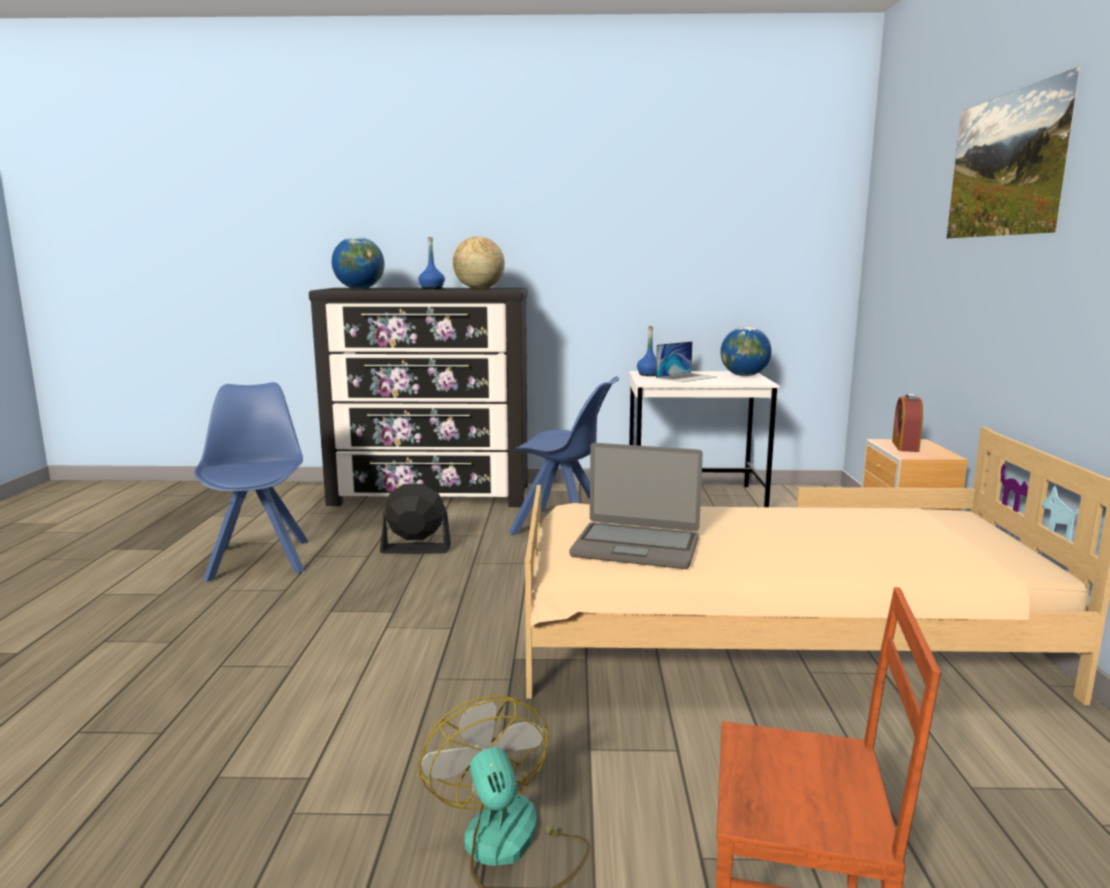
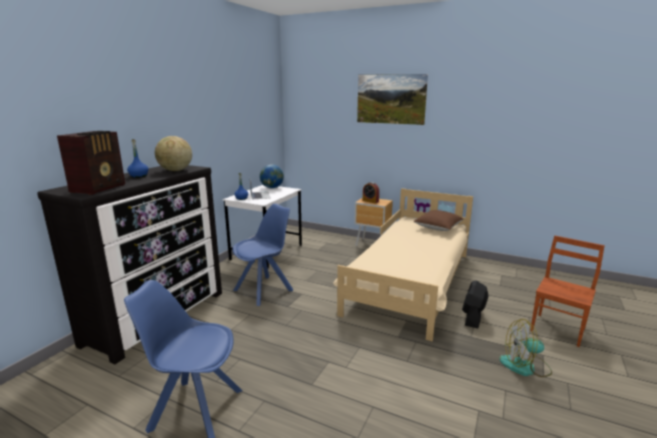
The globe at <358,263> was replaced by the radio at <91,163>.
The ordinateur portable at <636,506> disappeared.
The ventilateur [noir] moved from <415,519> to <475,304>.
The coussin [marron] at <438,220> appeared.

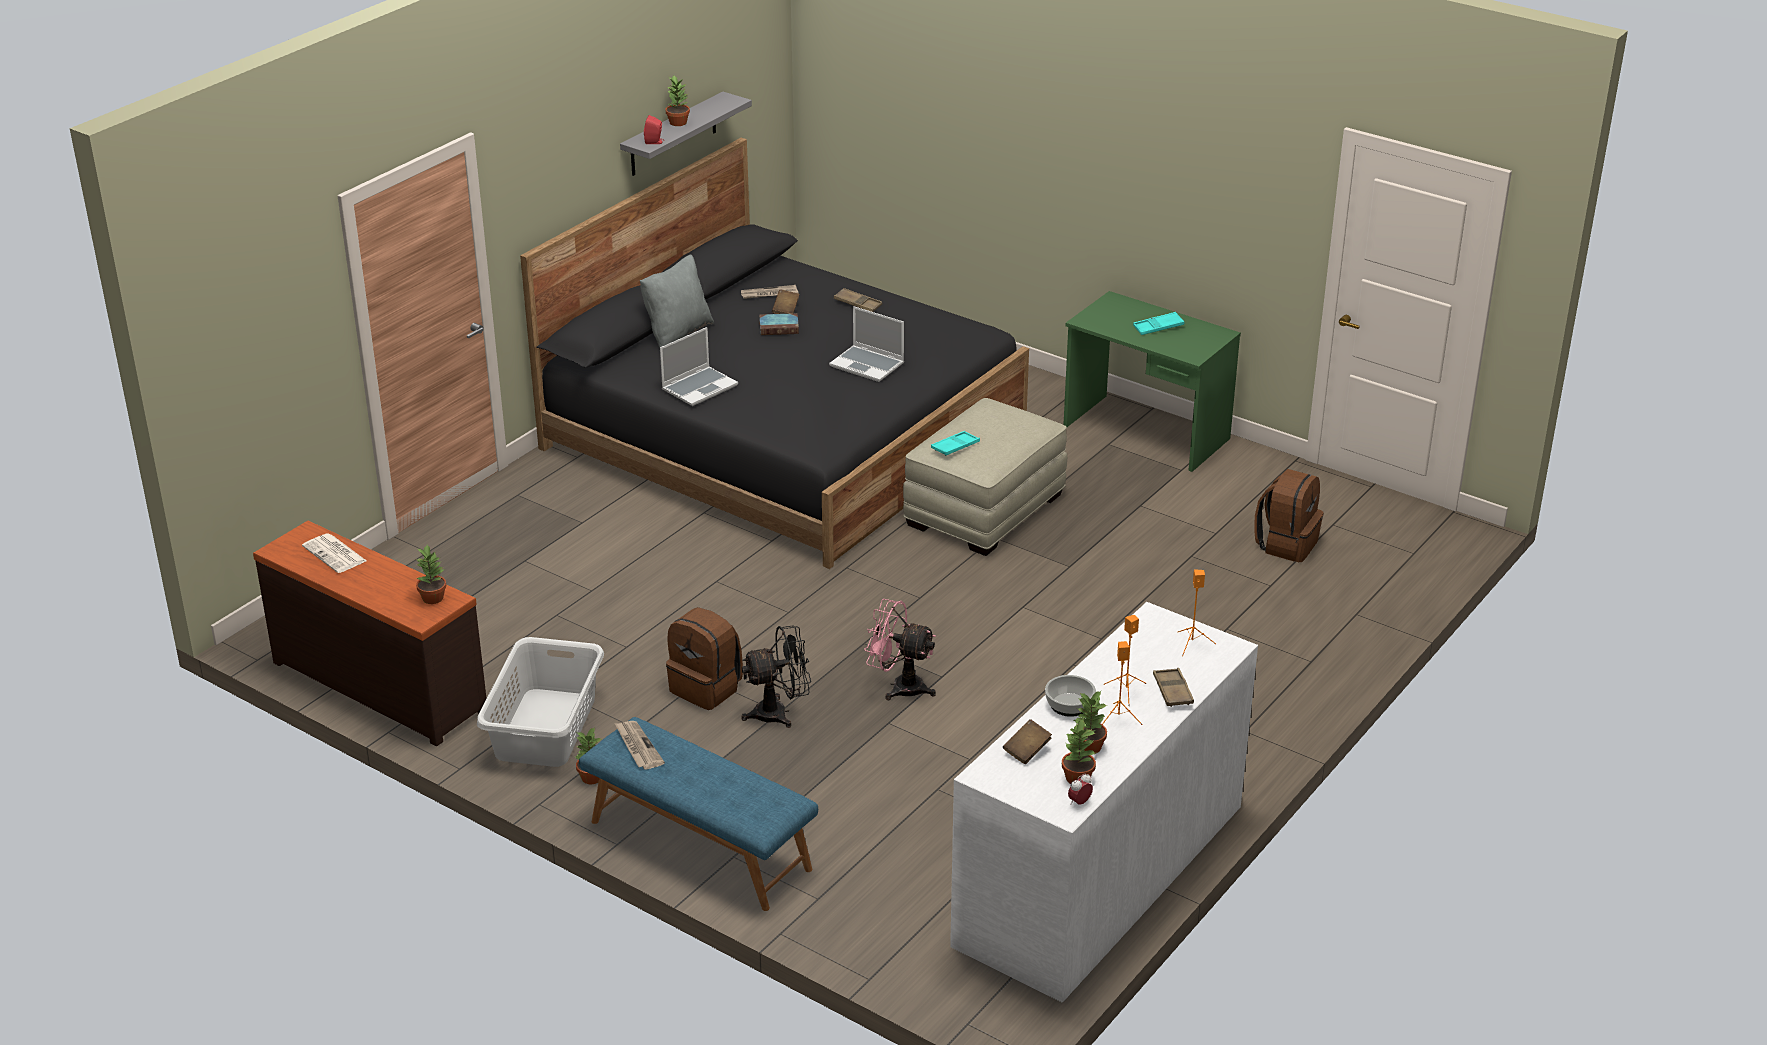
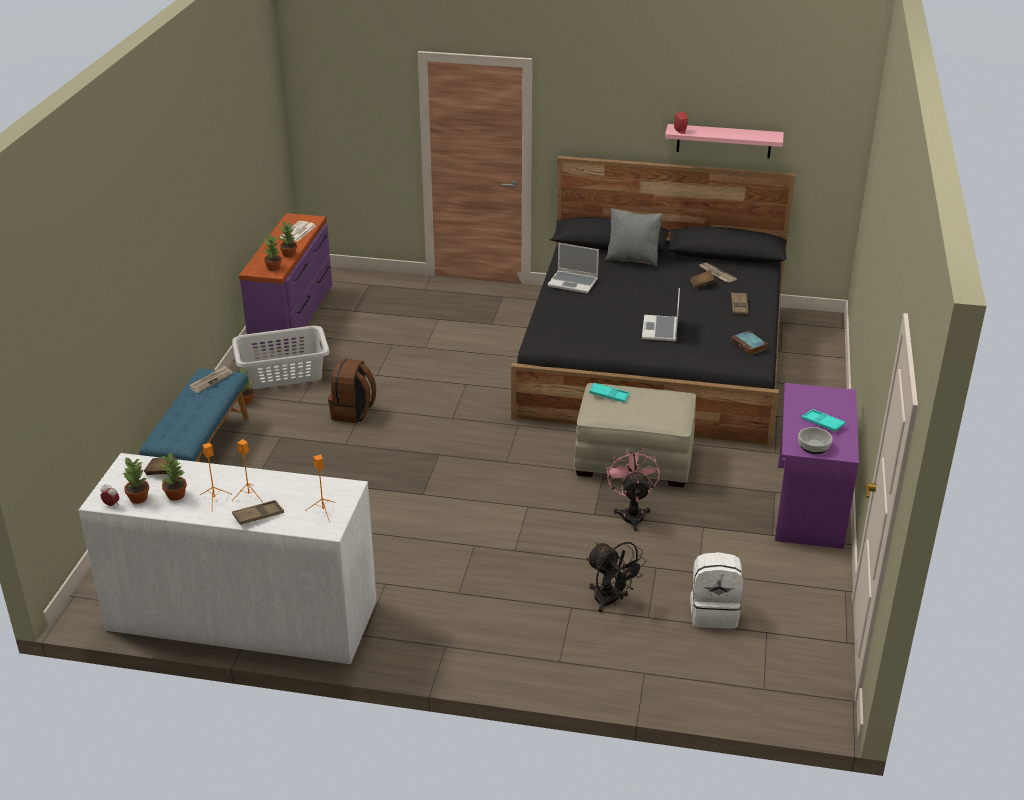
The plante en pot moved from <678,101> to <288,239>.
The étagère [gris] at <686,134> became the étagère [rose] at <724,141>.
The bureau [vert] at <1152,381> became the bureau [violet] at <817,466>.
The livre moved from <779,324> to <749,343>.
The sac à dos [marron] at <1289,515> became the sac à dos [blanc] at <716,590>.
The commode [marron] at <370,633> became the commode [violet] at <285,282>.
The ventilateur [rose] moved from <900,649> to <633,490>.
The ventilateur [noir] moved from <776,676> to <615,577>.
The bol moved from <1070,696> to <815,440>.

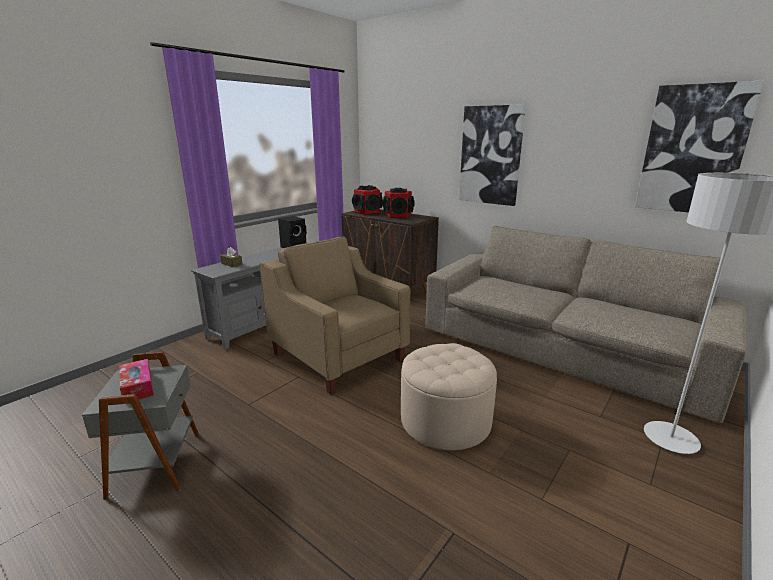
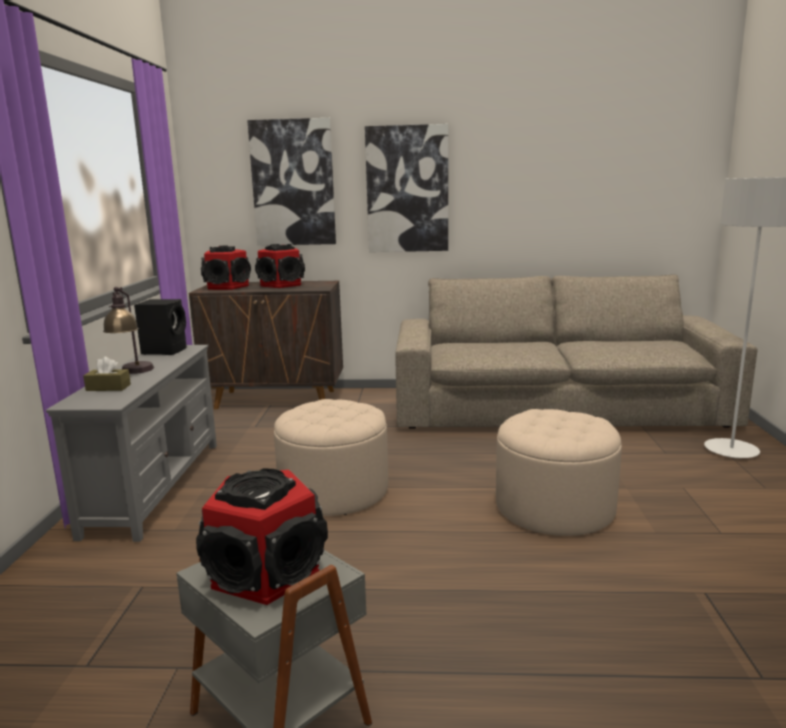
The tableau moved from <699,146> to <291,182>.
The fauteuil [beige] at <334,316> was replaced by the pouf [beige] at <331,457>.
The boîte à mouchoirs at <136,379> was replaced by the enceinte at <262,536>.
The lampe de table at <128,330> appeared.

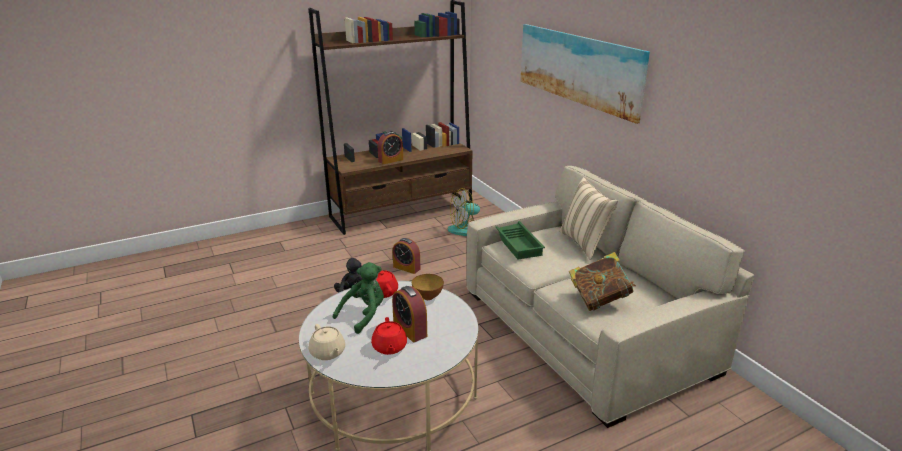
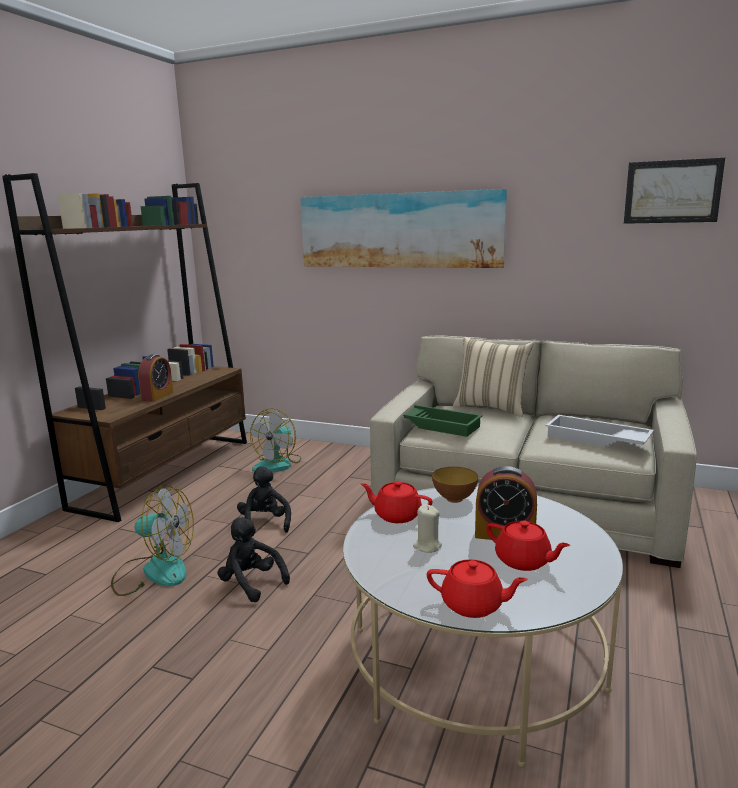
The réveil at <406,256> was replaced by the peluche [noir] at <264,502>.
The livre at <602,281> was replaced by the plateau [blanc] at <600,431>.
The peluche [vert] at <358,298> was replaced by the bougie [beige] at <427,528>.
The théière [beige] at <327,342> became the théière [rouge] at <477,588>.
The tableau at <674,191> appeared.
The ventilateur at <152,540> appeared.

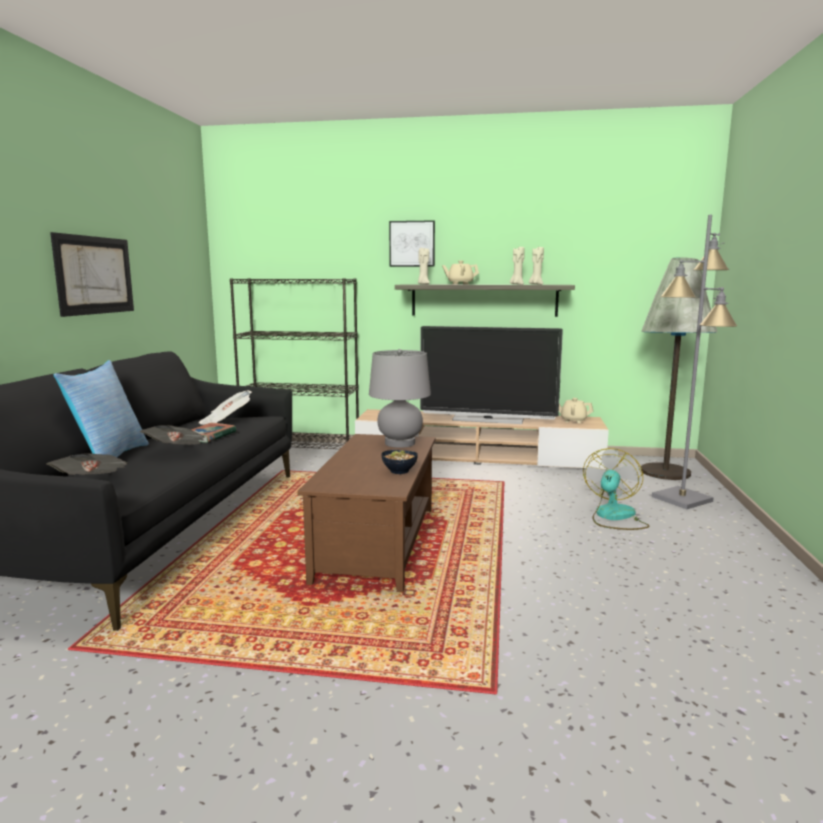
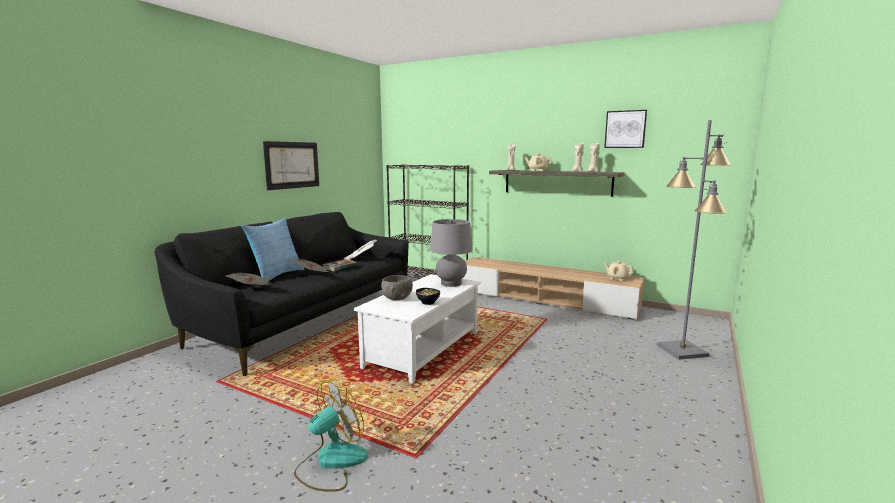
The tableau moved from <412,243> to <625,129>.
The lampadaire [gris] at <679,368> disappeared.
The téléviseur at <491,375> disappeared.
The table basse [marron] at <366,513> became the table basse [blanc] at <417,329>.
The ventilateur moved from <616,489> to <331,436>.
The bol [gris] at <397,287> appeared.

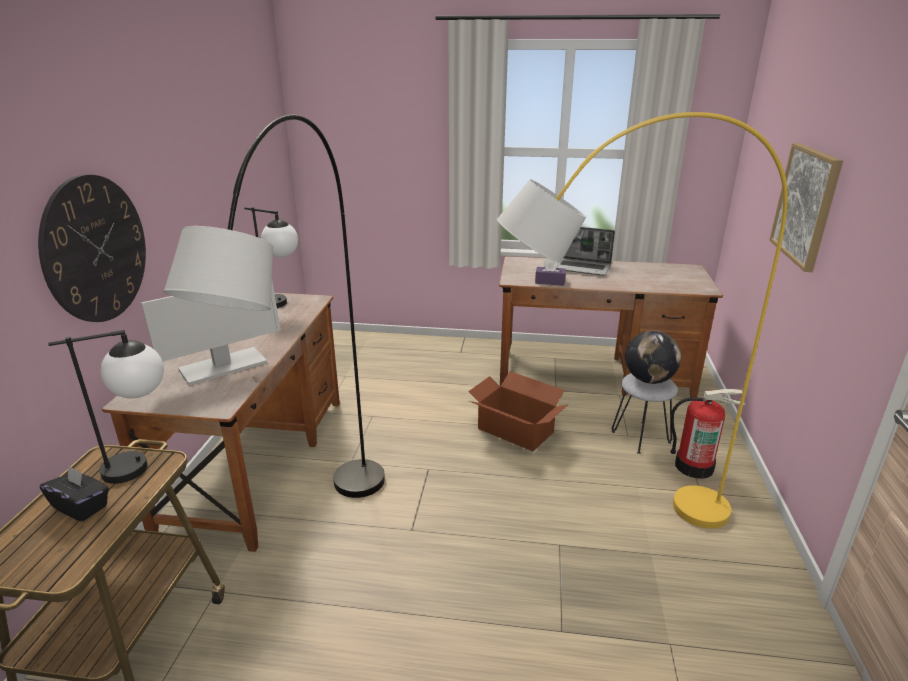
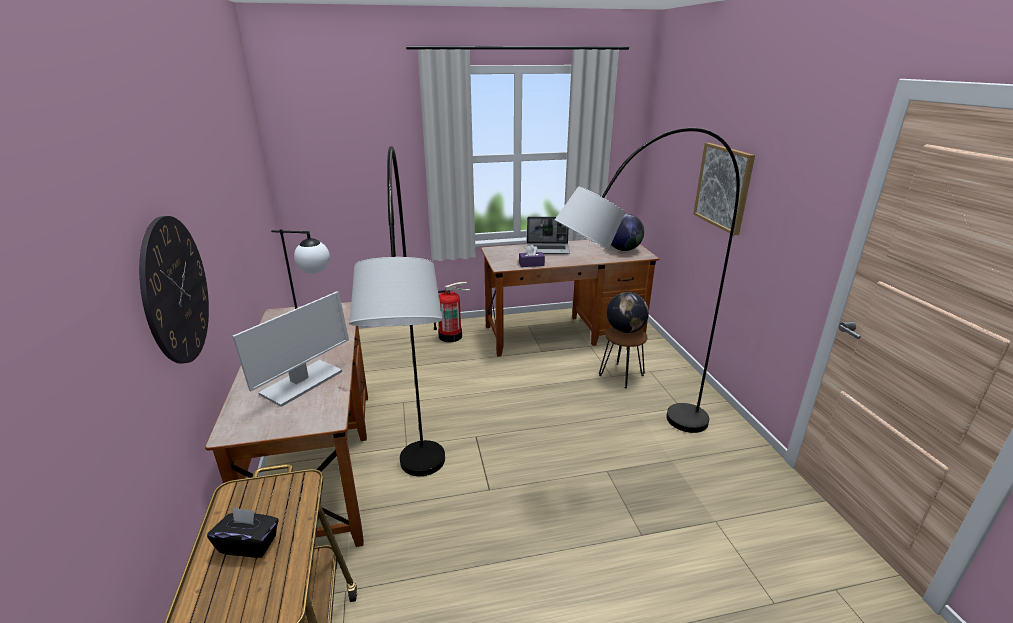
The lampadaire [jaune] at <642,320> became the lampadaire [gris] at <647,280>.
The lampe de table at <106,407> disappeared.
The carton at <518,411> disappeared.
The tabouret [gris] at <645,413> became the tabouret [marron] at <623,357>.
The extincteur moved from <707,434> to <452,312>.
The globe at <627,232> appeared.

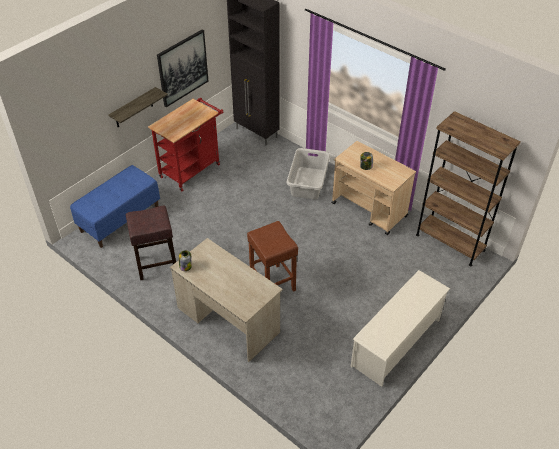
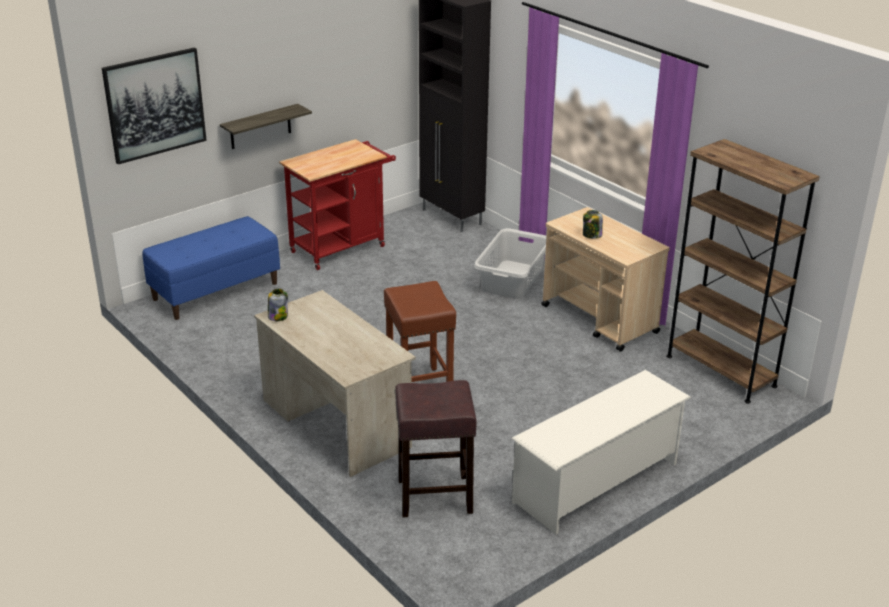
The tableau moved from <183,68> to <154,106>.
The tabouret [marron] moved from <151,243> to <436,448>.

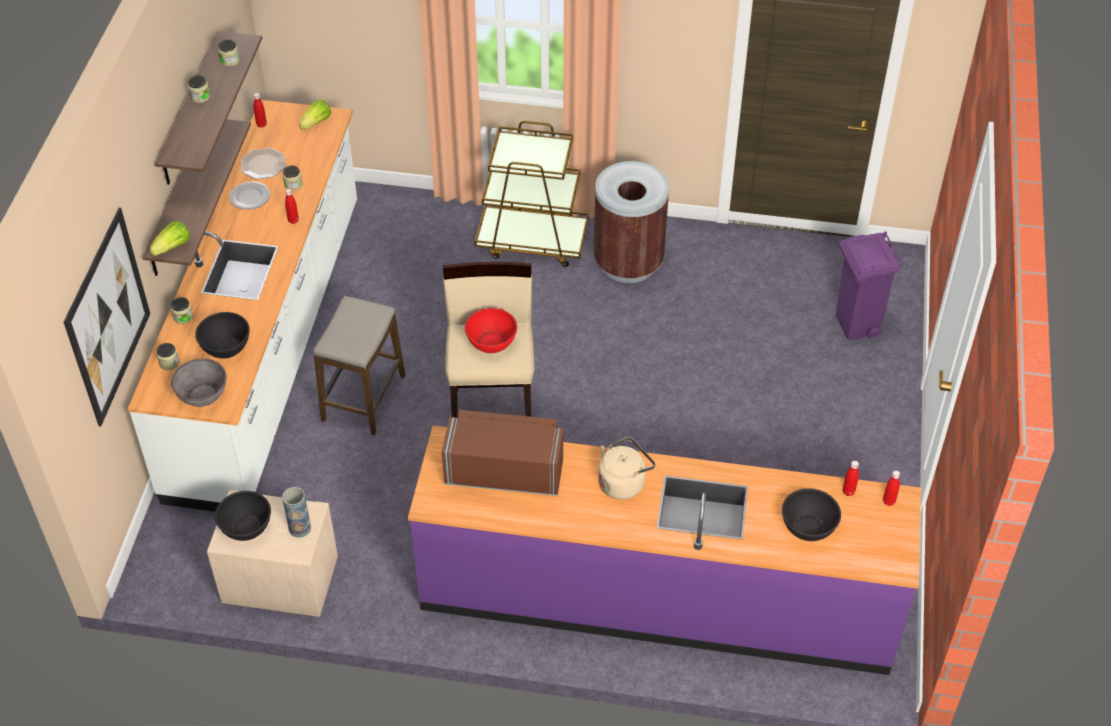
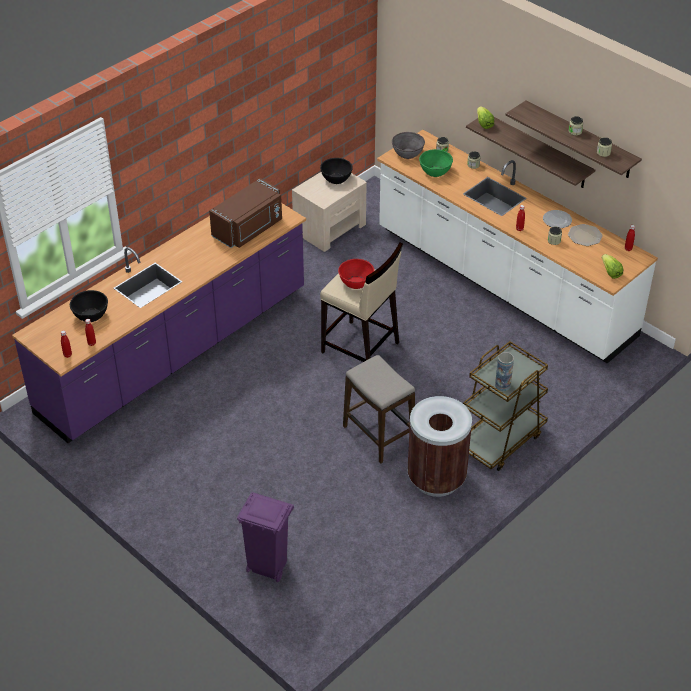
The tableau at <107,317> disappeared.
The tabouret moved from <359,366> to <379,409>.
The bol [noir] at <222,335> became the bol [vert] at <436,163>.
The bouilloire [beige] at <627,468> disappeared.
The vase moved from <296,512> to <504,371>.

